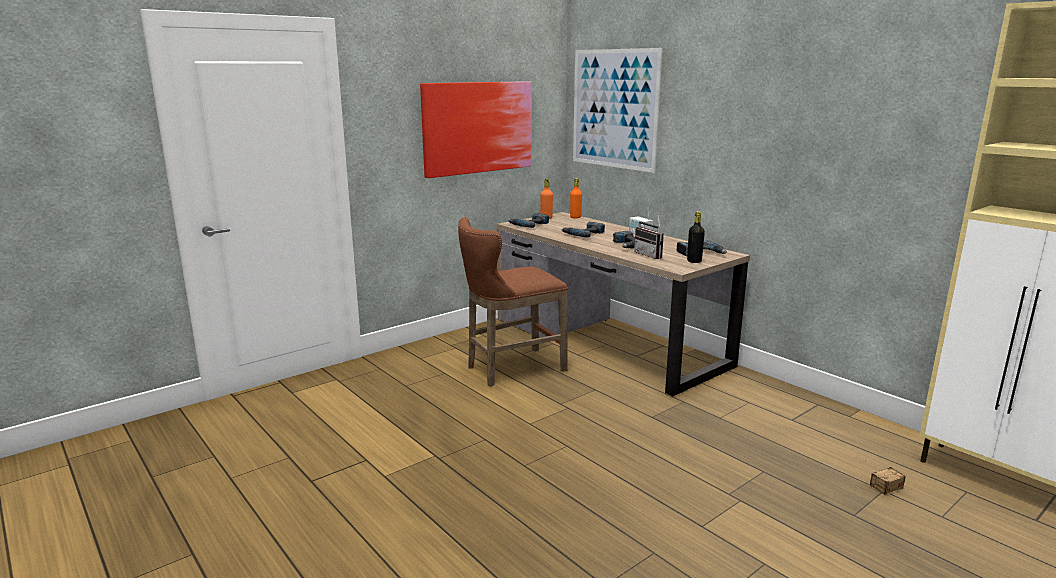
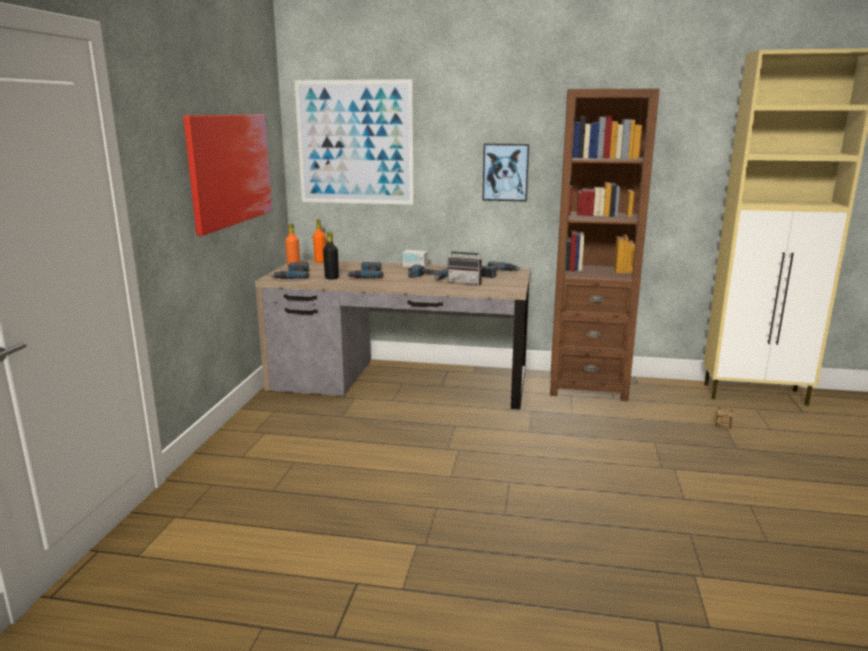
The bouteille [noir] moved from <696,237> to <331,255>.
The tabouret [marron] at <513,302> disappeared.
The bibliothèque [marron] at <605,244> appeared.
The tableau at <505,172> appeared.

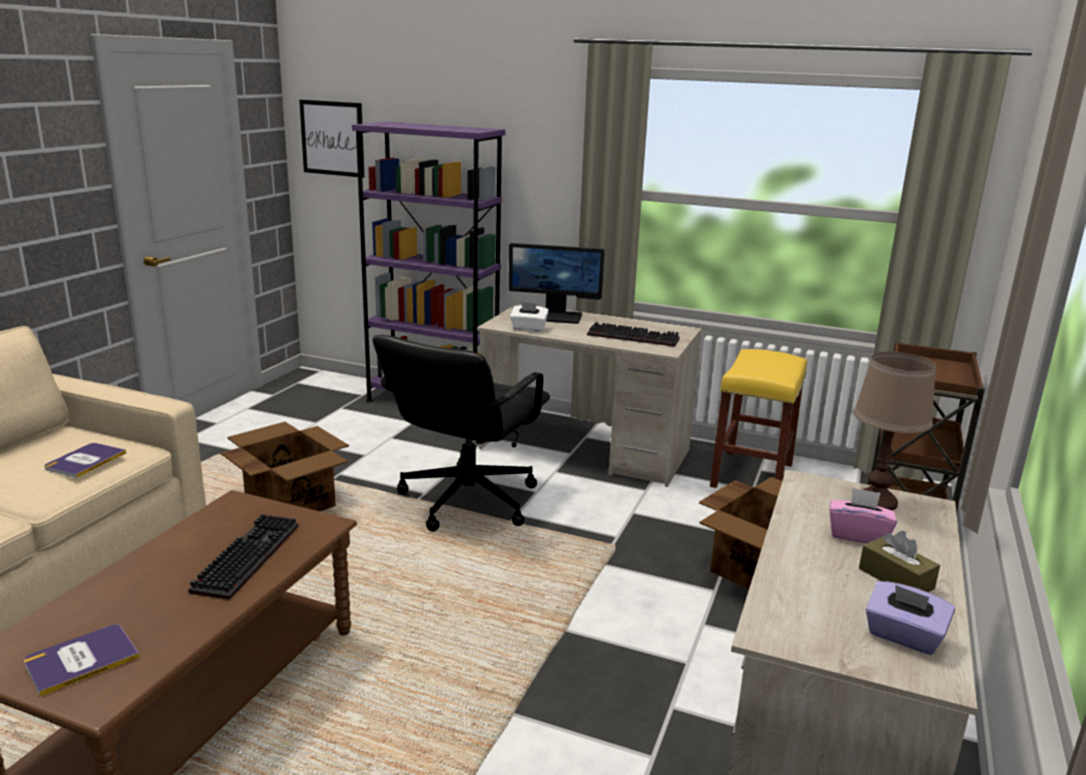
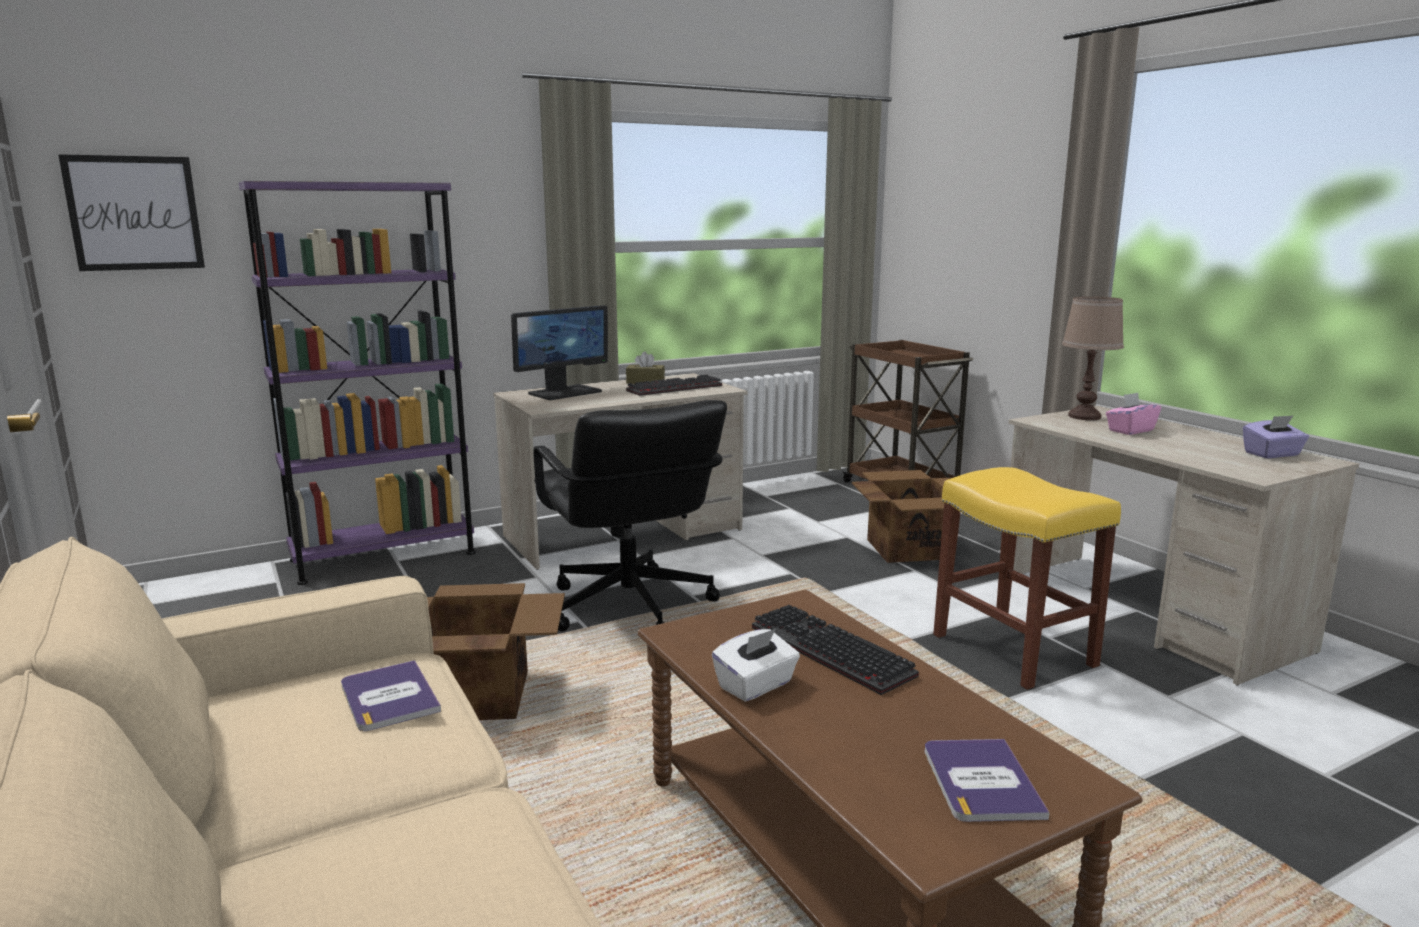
The boîte à mouchoirs [blanc] moved from <529,316> to <756,665>.
The tabouret [jaune] moved from <758,418> to <1027,578>.
The boîte à mouchoirs [marron] moved from <899,561> to <645,368>.

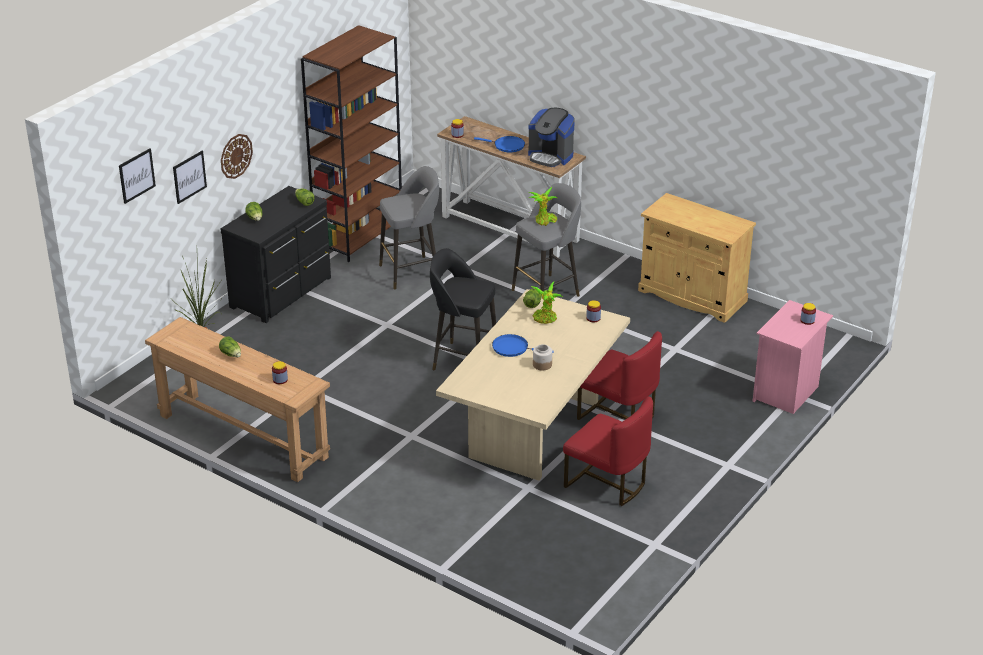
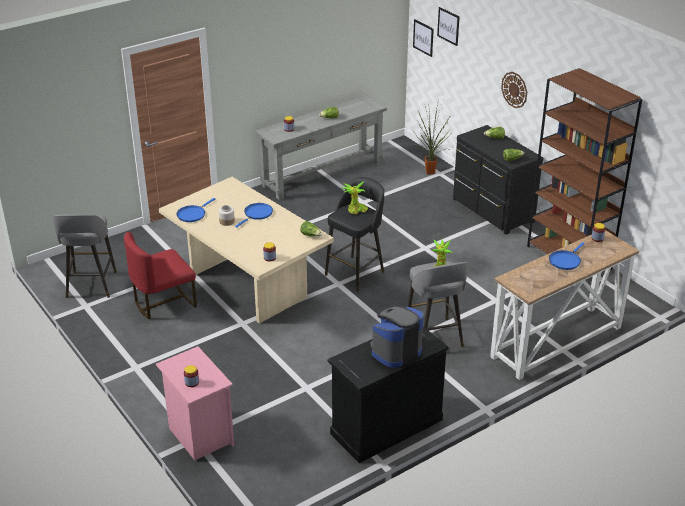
The machine à café moved from <551,137> to <397,337>.
The tableau moved from <190,177> to <423,38>.
The tabouret [gris] moved from <409,228> to <85,256>.
The meuble de rangement [beige] at <697,258> became the meuble de rangement [noir] at <388,394>.
The plante en pot moved from <547,302> to <354,198>.
The table console [marron] at <237,399> became the table console [gris] at <321,147>.
The chaise [rouge] at <619,375> disappeared.
The poêle [bleu] at <195,210> appeared.

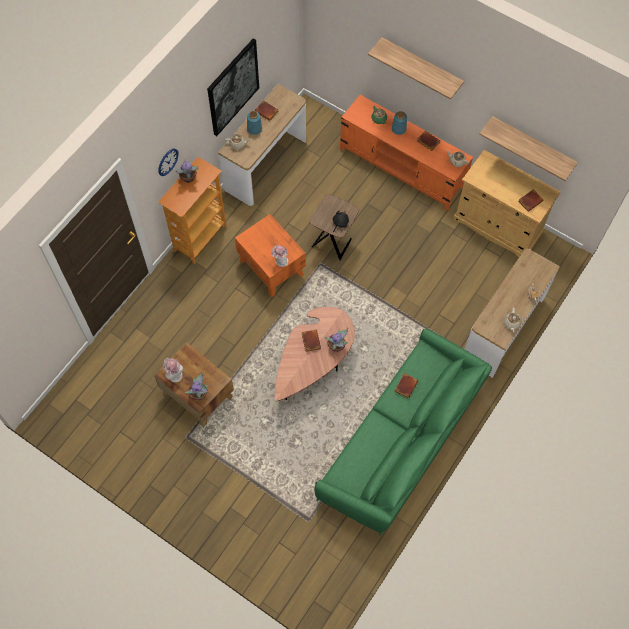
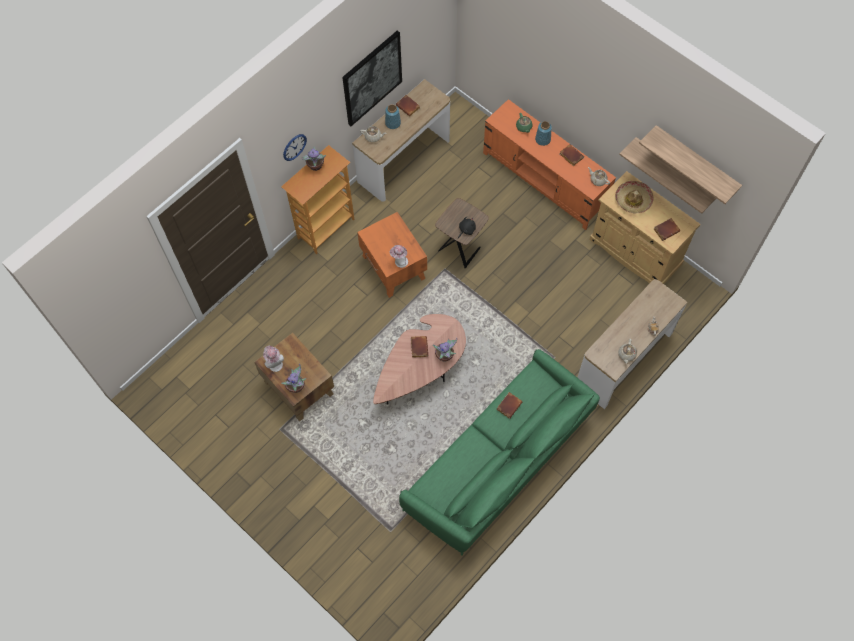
The étagère moved from <416,68> to <690,164>.
The chapeau at <634,197> appeared.

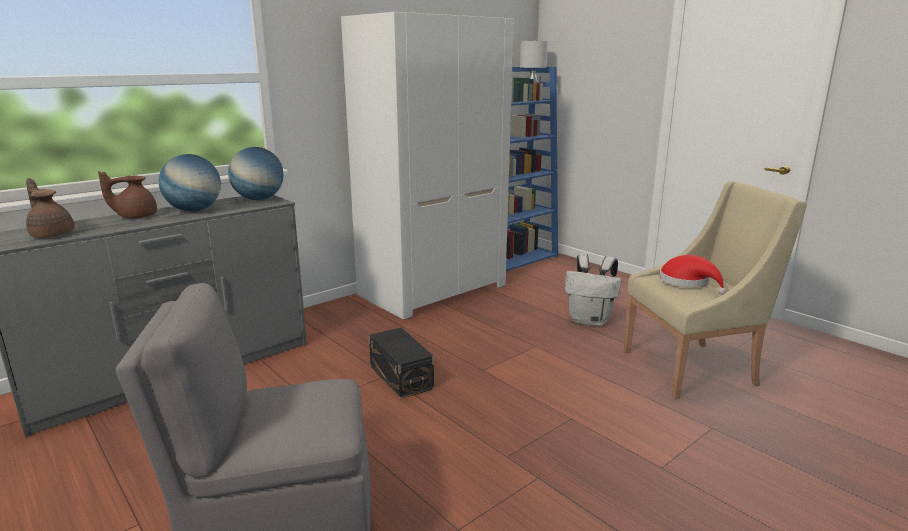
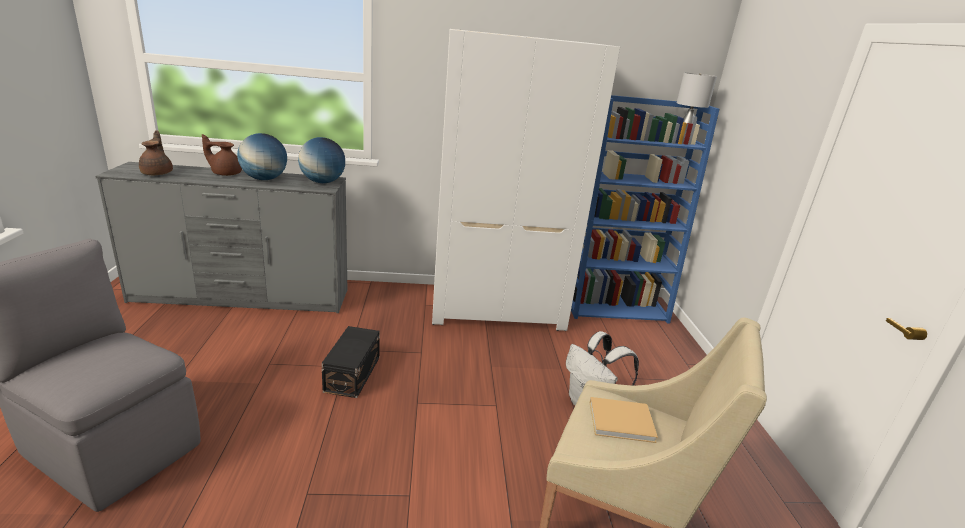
The chapeau [rouge] at <692,275> was replaced by the livre [beige] at <624,420>.

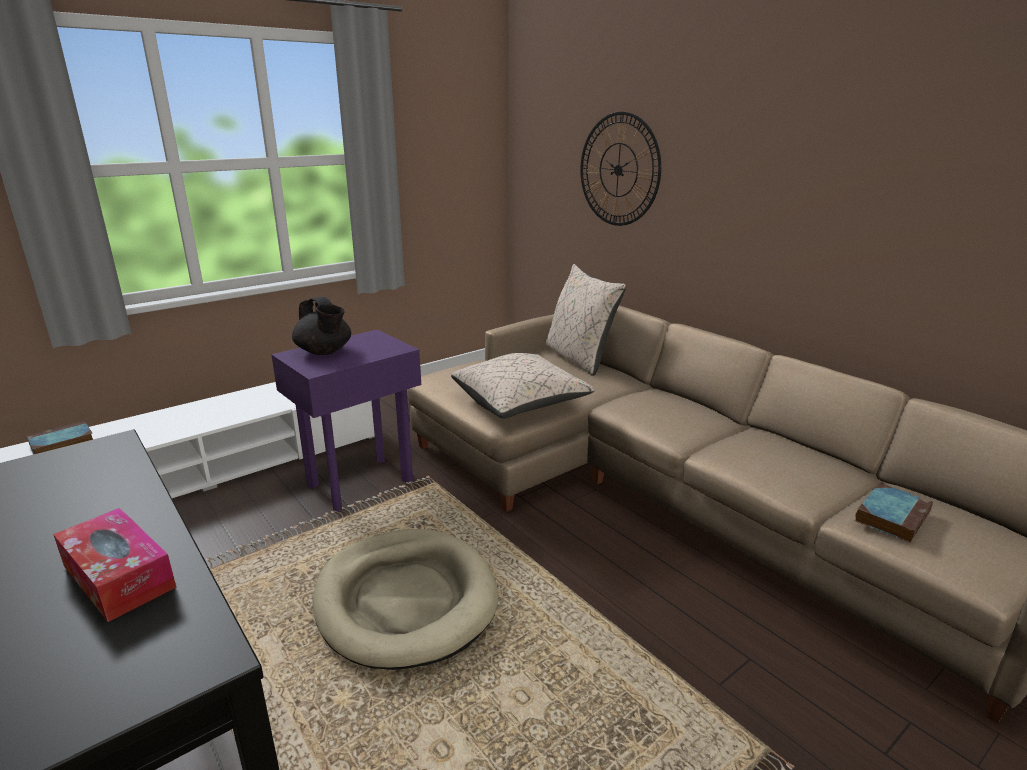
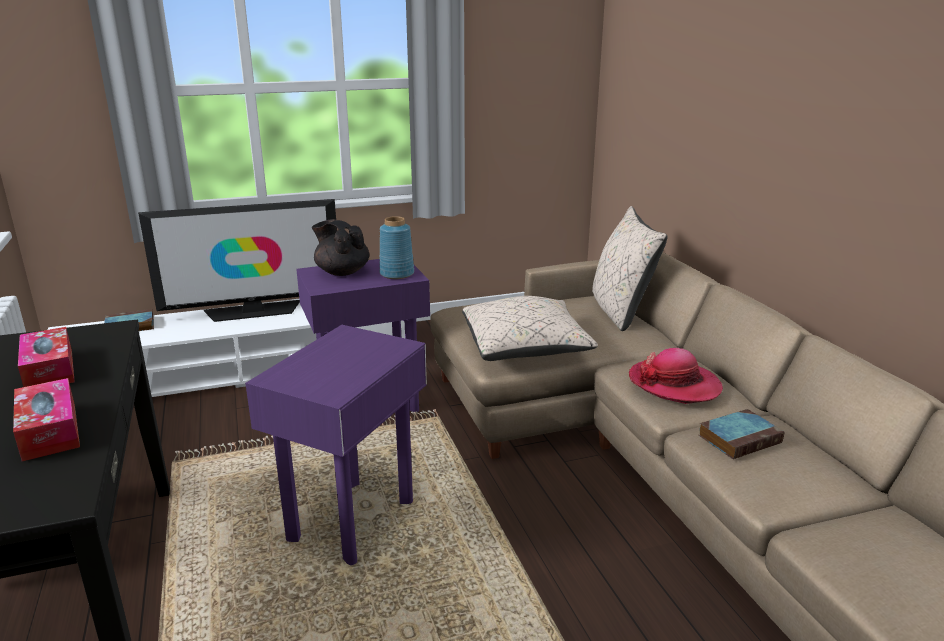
The horloge murale at <620,169> disappeared.
The théière [noir] at <321,326> turned 150 degrees clockwise.
The livre moved from <894,513> to <742,434>.
The panier pour chien [beige] at <405,599> was replaced by the table d'appoint [violet] at <336,445>.
The téléviseur at <237,260> appeared.
The vase [bleu] at <396,247> appeared.
The boîte à mouchoirs at <46,357> appeared.
The chapeau at <676,376> appeared.

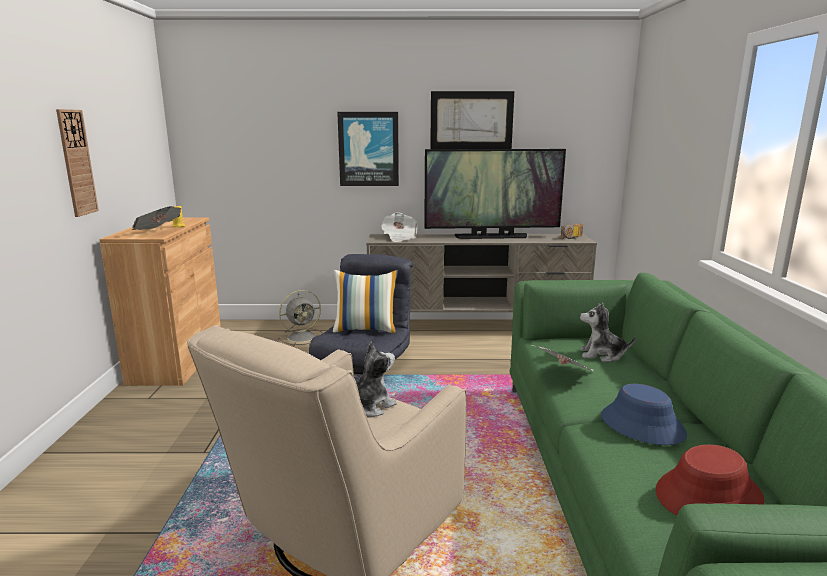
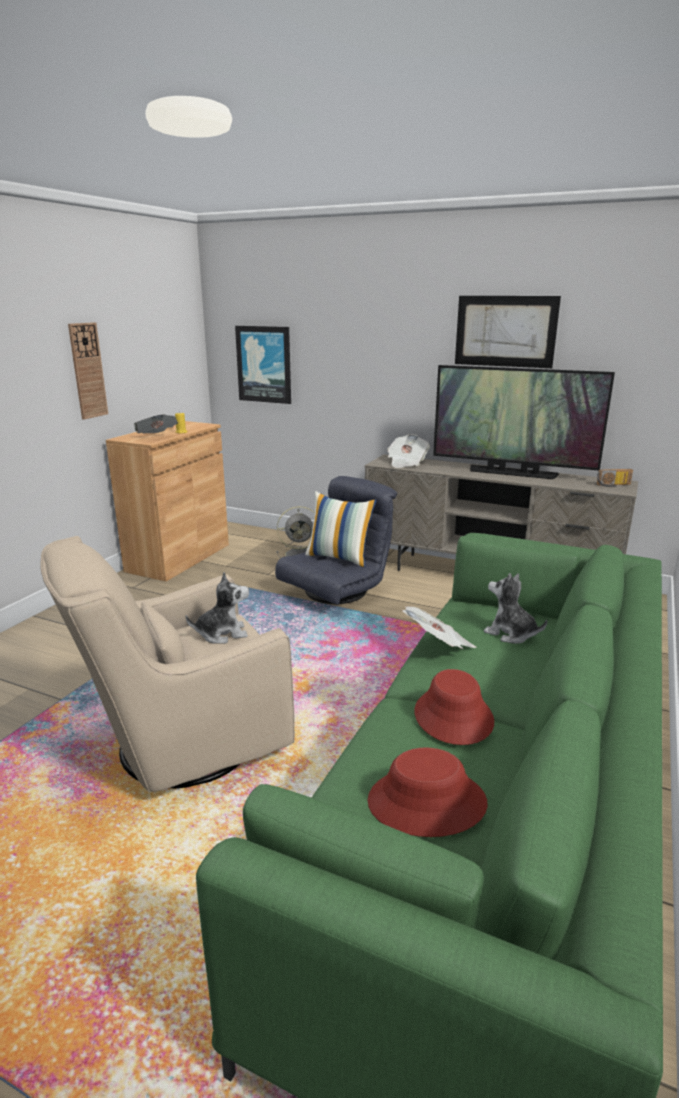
The tableau moved from <368,149> to <263,365>.
The chapeau [bleu] at <644,414> became the chapeau [rouge] at <454,707>.

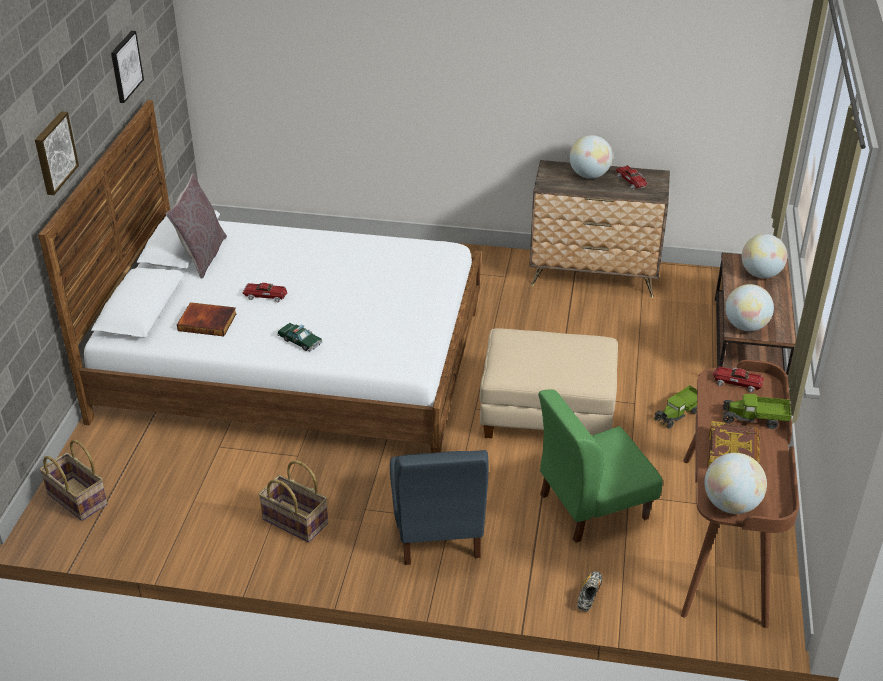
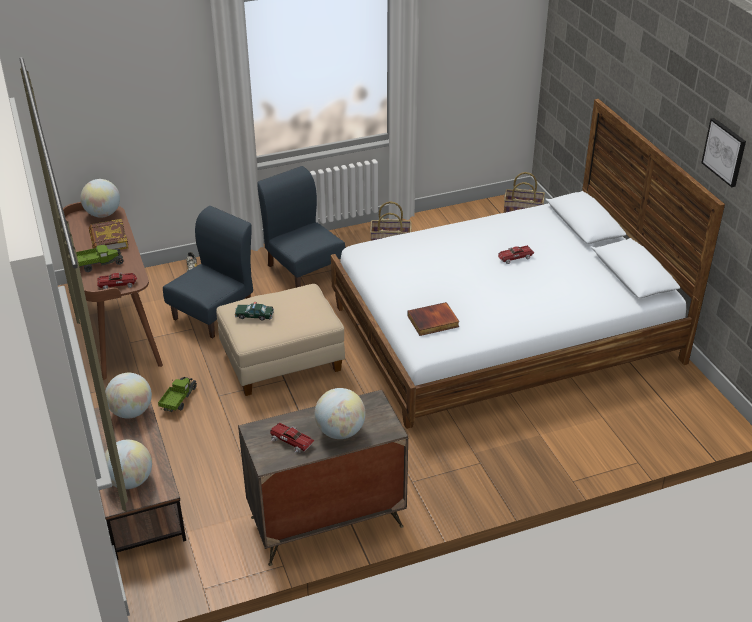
The tableau at <57,153> disappeared.
The coussin [gris] at <196,226> disappeared.
The livre moved from <207,319> to <433,319>.
The petite voiture moved from <300,337> to <254,311>.
The chaise [vert] at <600,466> became the chaise [bleu] at <208,272>.

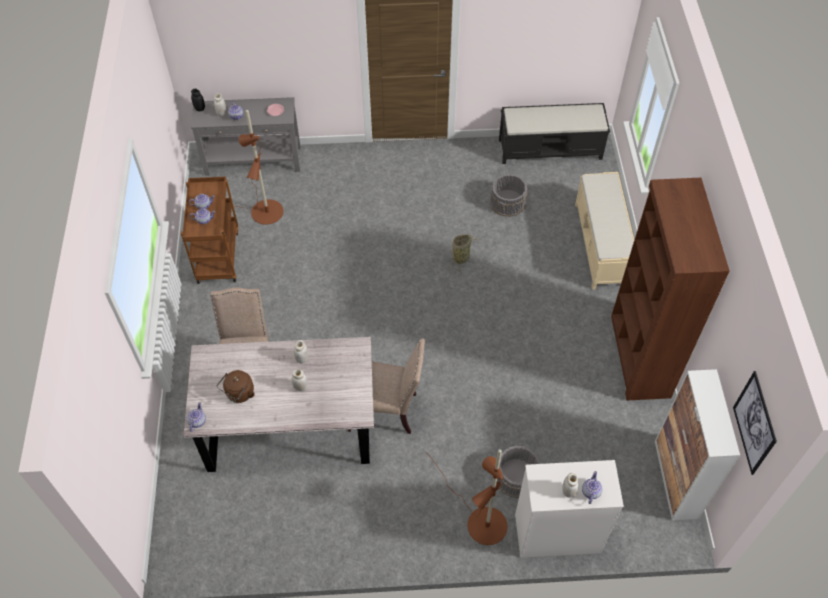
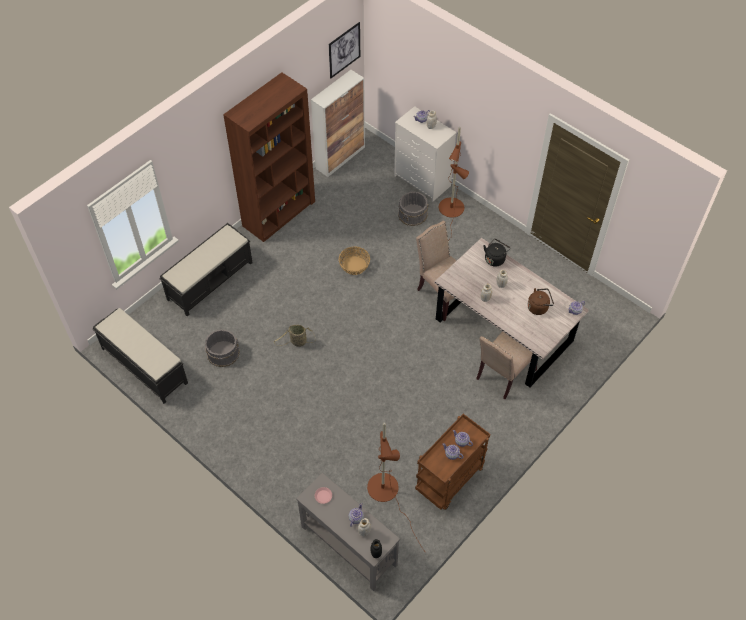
The banc [beige] at <604,230> became the banc [noir] at <206,269>.
The bouilloire [noir] at <497,253> appeared.
The panier at <354,260> appeared.

